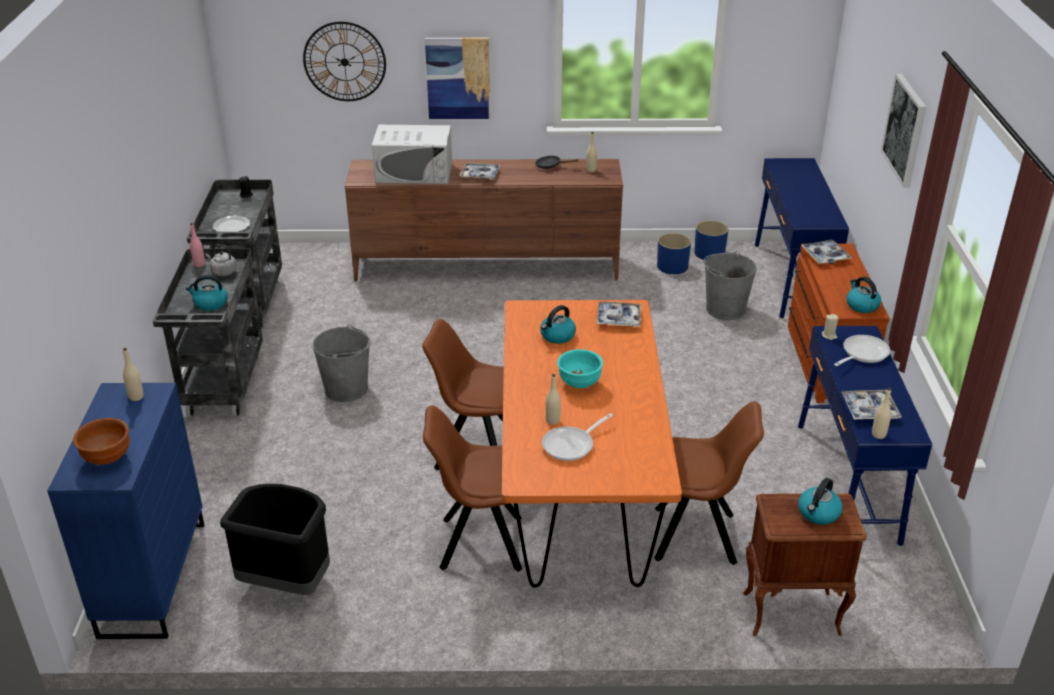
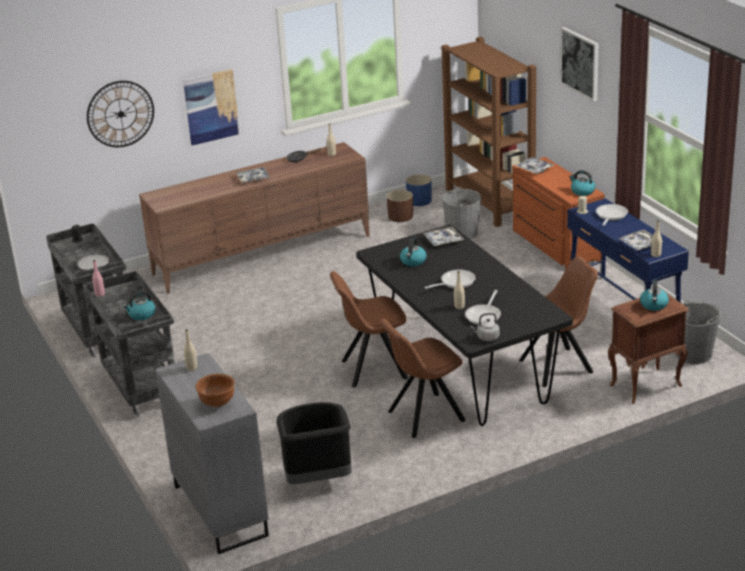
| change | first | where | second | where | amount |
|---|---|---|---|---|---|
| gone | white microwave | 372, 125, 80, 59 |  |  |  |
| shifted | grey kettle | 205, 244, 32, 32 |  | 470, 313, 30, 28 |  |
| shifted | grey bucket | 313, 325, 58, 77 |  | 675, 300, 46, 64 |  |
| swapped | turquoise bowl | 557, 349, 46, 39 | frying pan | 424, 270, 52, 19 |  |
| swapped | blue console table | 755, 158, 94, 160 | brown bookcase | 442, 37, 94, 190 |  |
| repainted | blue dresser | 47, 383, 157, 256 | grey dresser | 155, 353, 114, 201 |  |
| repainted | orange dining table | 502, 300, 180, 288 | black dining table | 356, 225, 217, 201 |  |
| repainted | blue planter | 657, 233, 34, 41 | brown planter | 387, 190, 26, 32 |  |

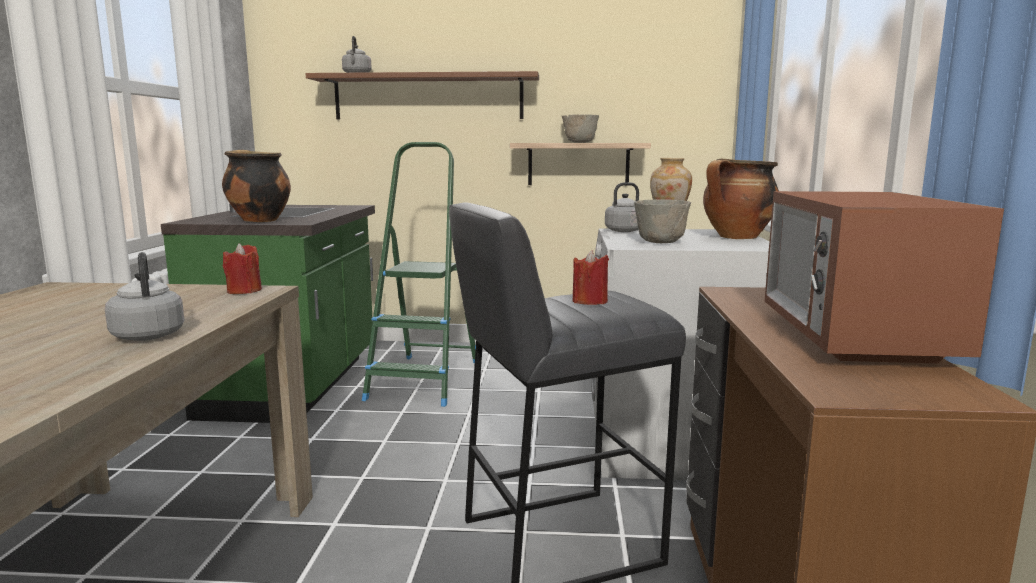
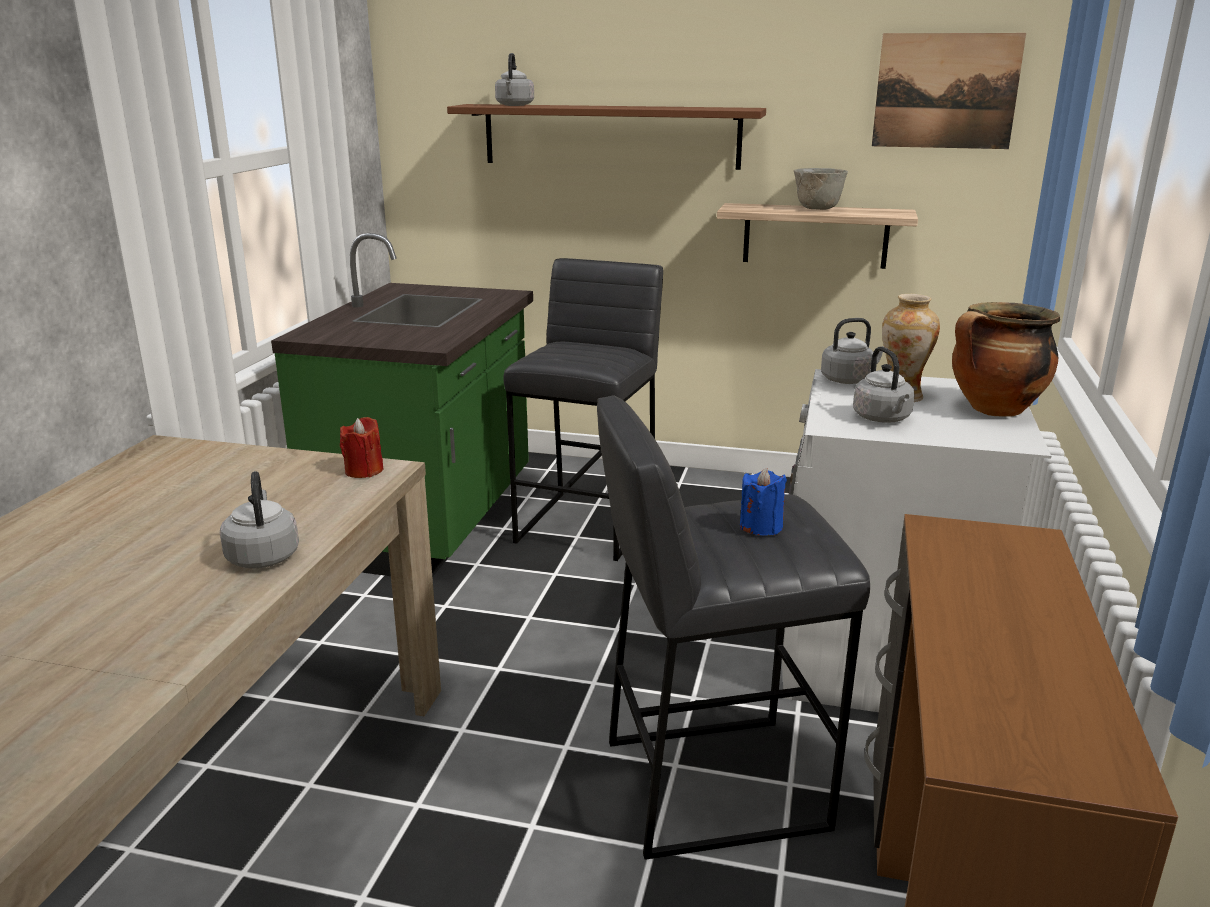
| change | first | where | second | where | amount |
|---|---|---|---|---|---|
| gone | cooking pot | 222, 150, 69, 72 |  |  |  |
| gone | microwave | 764, 191, 240, 172 |  |  |  |
| new |  |  | picture | 872, 33, 154, 116 |  |
| swapped | green step ladder | 362, 142, 114, 265 | grey stool | 503, 258, 160, 303 |  |
| swapped | grey bowl | 634, 200, 57, 43 | grey kettle | 853, 347, 62, 76 |  |
| repainted | red candle | 572, 250, 37, 55 | blue candle | 740, 468, 47, 67 |  |

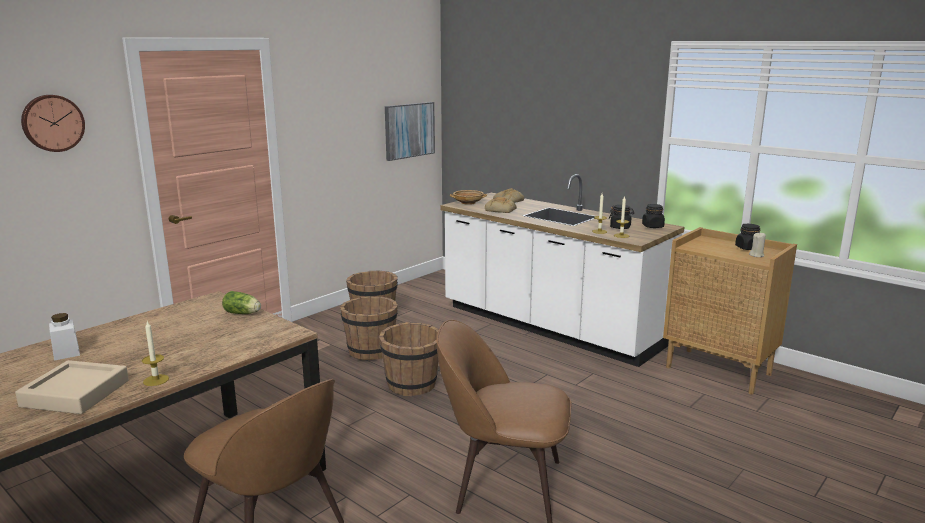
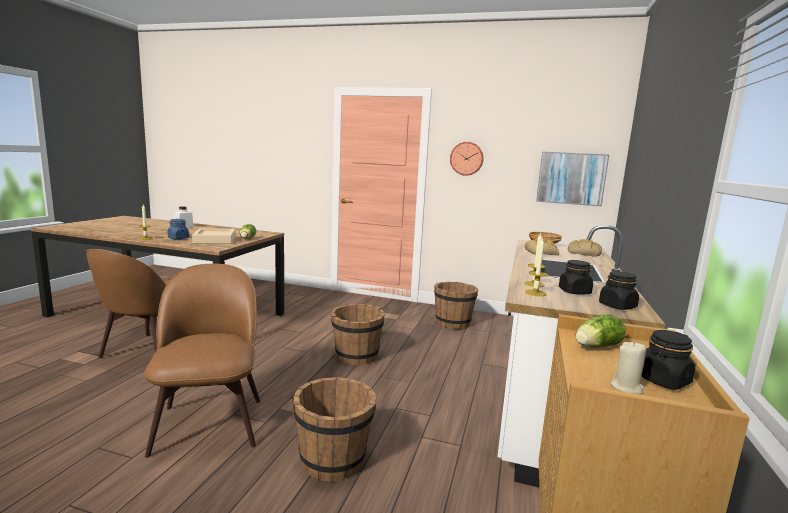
| change | first | where | second | where | amount |
|---|---|---|---|---|---|
| new |  |  | blue jar | 168, 219, 21, 21 |  |
| new |  |  | lettuce | 576, 314, 50, 34 |  |
| shifted | beige tray | 15, 360, 114, 54 |  | 192, 228, 43, 16 |  |
| shifted | wall clock | 21, 95, 64, 57 |  | 450, 142, 34, 34 |  |
| shifted | brown bucket | 340, 296, 58, 64 |  | 293, 377, 84, 105 |  |

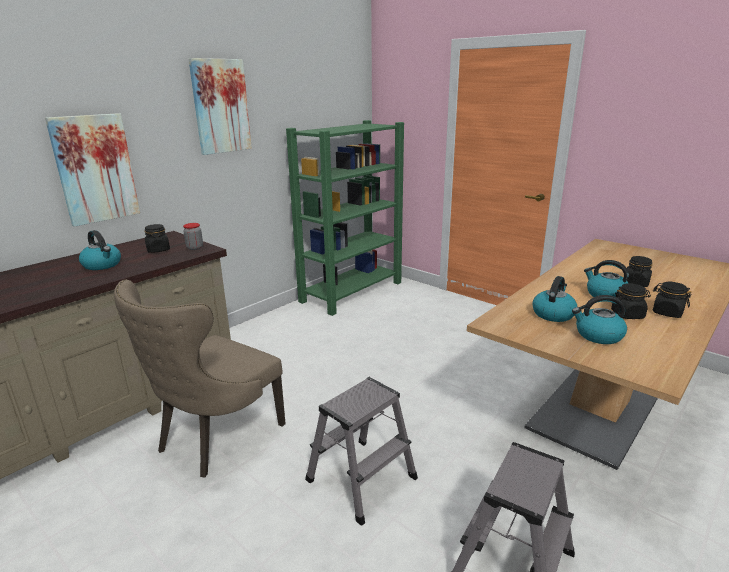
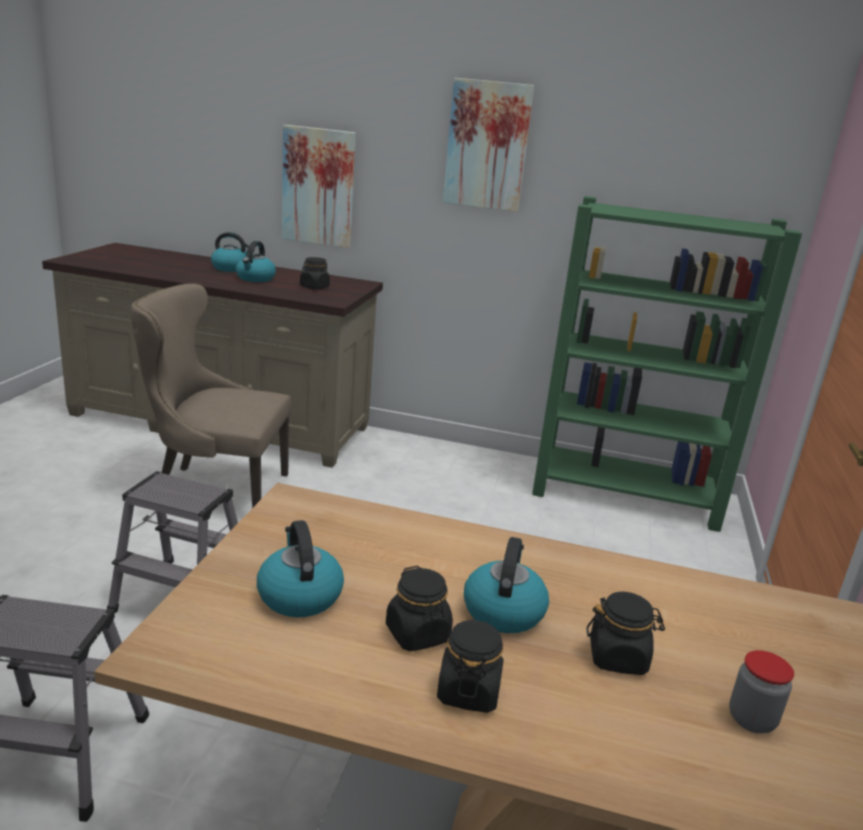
| change | first | where | second | where | amount |
|---|---|---|---|---|---|
| shifted | jar | 183, 223, 20, 27 |  | 729, 650, 65, 83 |  |
| shifted | kettle | 532, 276, 46, 46 |  | 211, 232, 43, 40 |  |

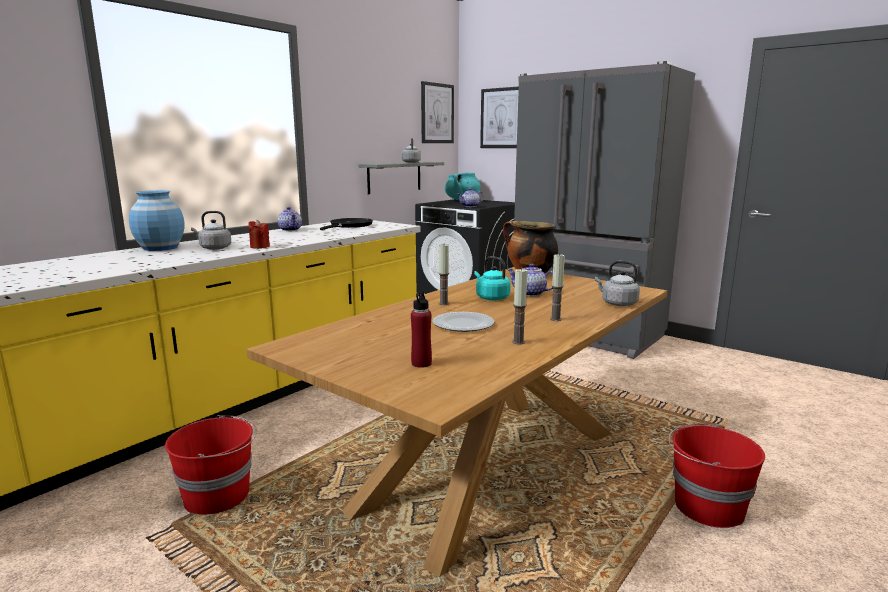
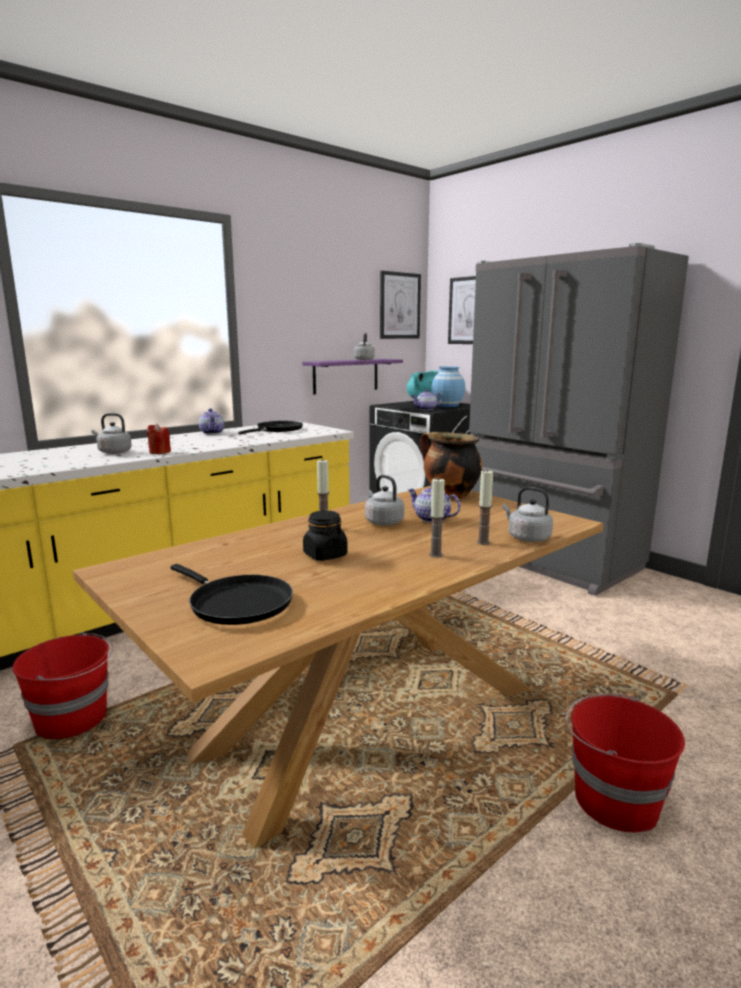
| change | first | where | second | where | amount |
|---|---|---|---|---|---|
| shifted | blue vase | 129, 190, 55, 61 |  | 431, 366, 34, 41 |  |
| shifted | candle | 512, 268, 16, 77 |  | 477, 469, 16, 76 |  |
| swapped | red bottle | 411, 290, 21, 78 | black frying pan | 170, 564, 123, 61 |  |
| swapped | plate | 432, 312, 62, 20 | black jar | 303, 511, 44, 50 |  |
| repainted | grey shelf | 359, 162, 85, 32 | purple shelf | 303, 359, 100, 35 |  |
| repainted | turquoise kettle | 474, 256, 37, 45 | grey kettle | 365, 475, 39, 51 |  |

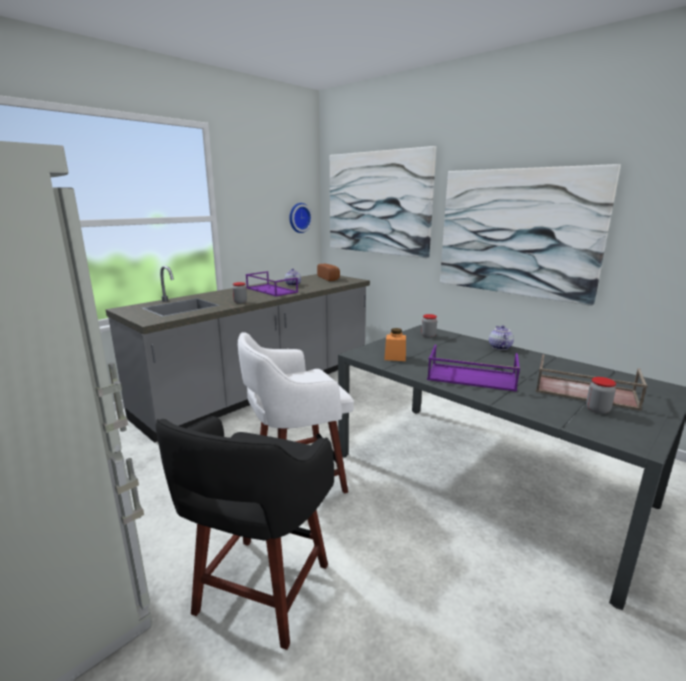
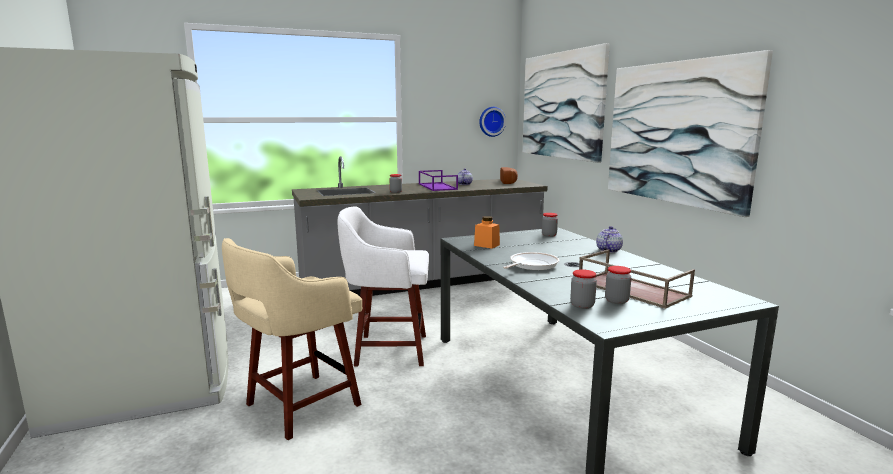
| change | first | where | second | where | amount |
|---|---|---|---|---|---|
| new |  |  | jar | 570, 269, 27, 40 |  |
| swapped | purple tray | 427, 345, 93, 47 | frying pan | 503, 252, 56, 18 |  |
| repainted | black stool | 155, 416, 179, 234 | beige stool | 222, 238, 140, 202 |  |

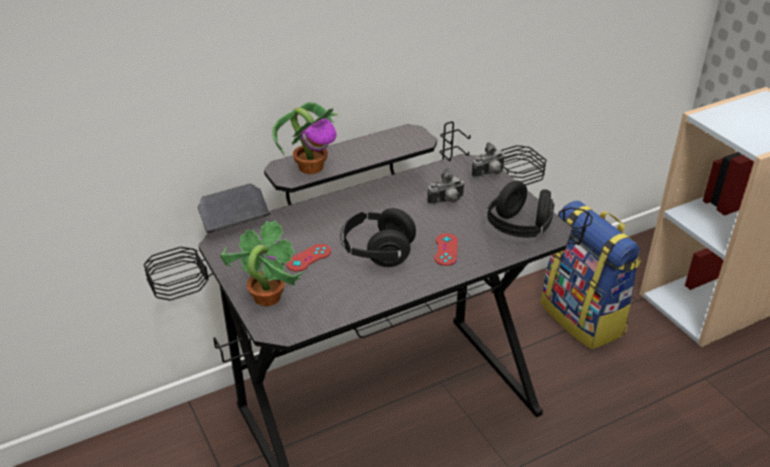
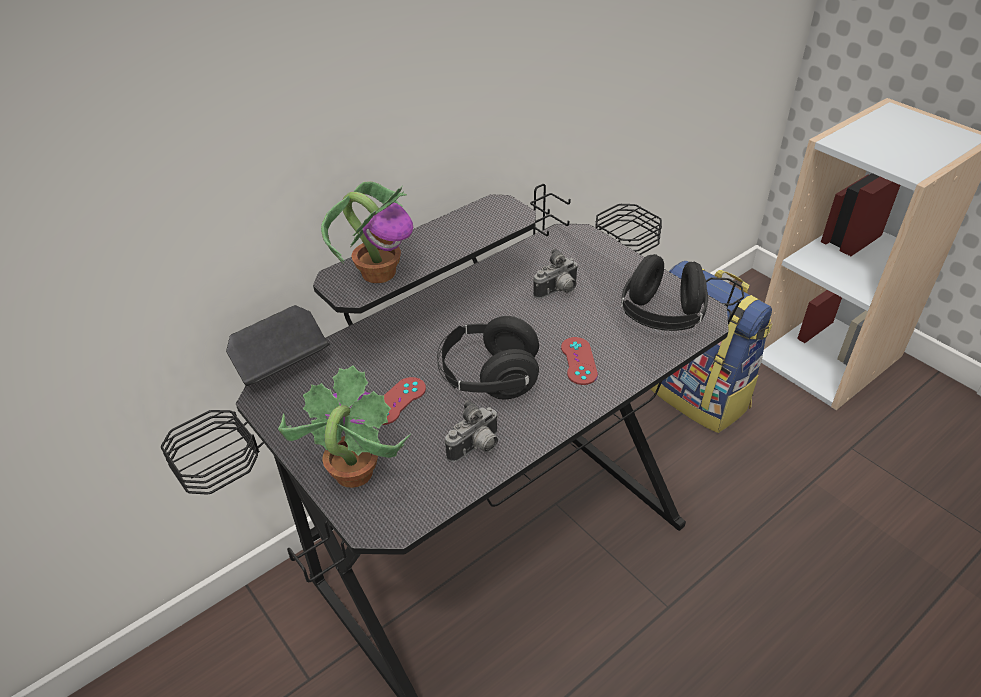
| change | first | where | second | where | amount |
|---|---|---|---|---|---|
| shifted | photo camera | 472, 142, 33, 36 |  | 445, 400, 53, 62 |  |

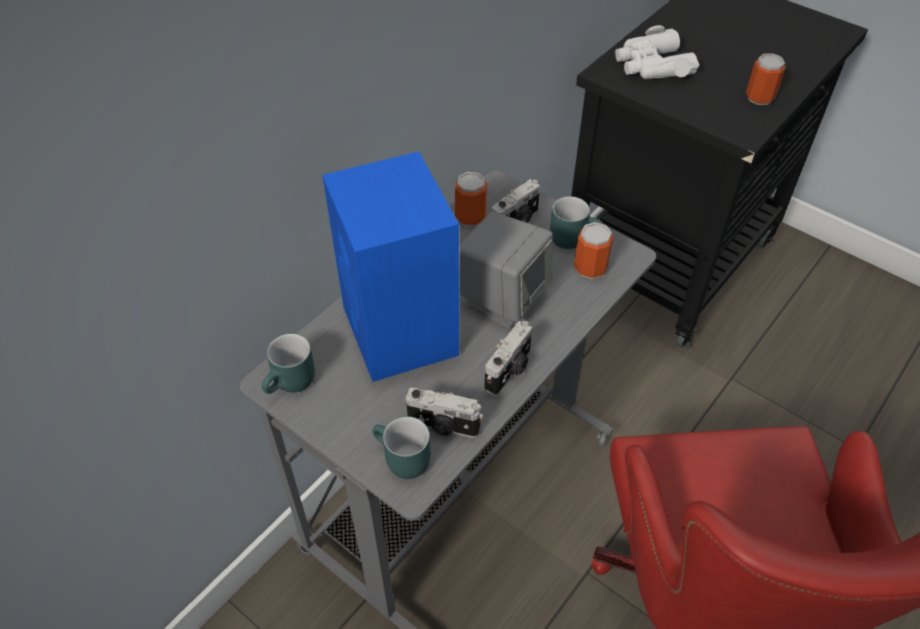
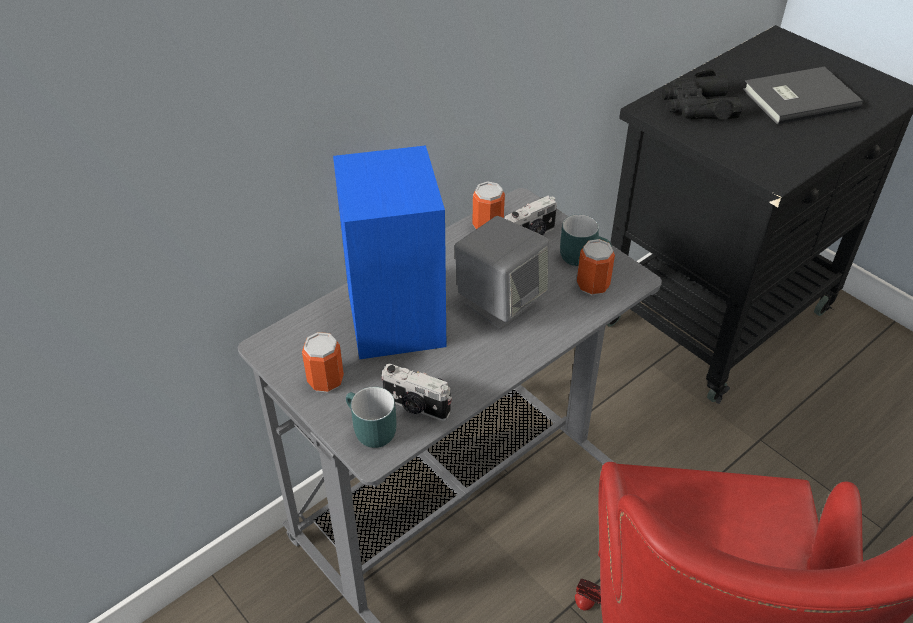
| change | first | where | second | where | amount |
|---|---|---|---|---|---|
| gone | turquoise mug | 262, 334, 53, 60 |  |  |  |
| gone | photo camera | 484, 321, 49, 75 |  |  |  |
| new |  |  | grey book | 743, 67, 120, 58 |  |
| shifted | can | 746, 53, 40, 52 |  | 302, 332, 42, 61 |  |
| repainted | white binoculars | 615, 25, 84, 54 | black binoculars | 662, 69, 81, 50 |  |

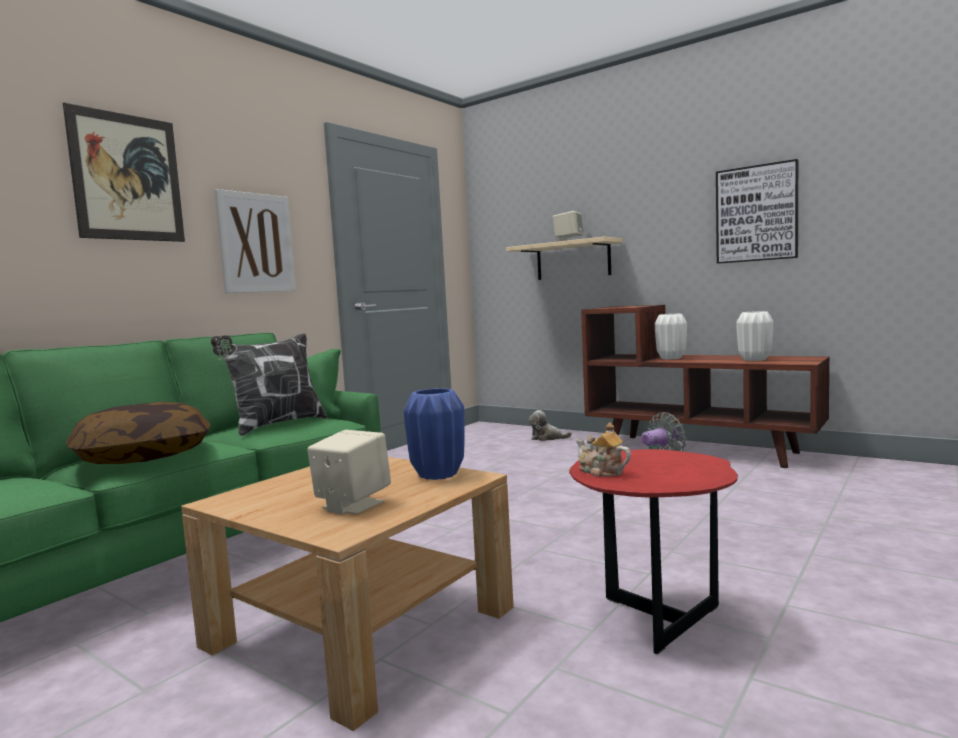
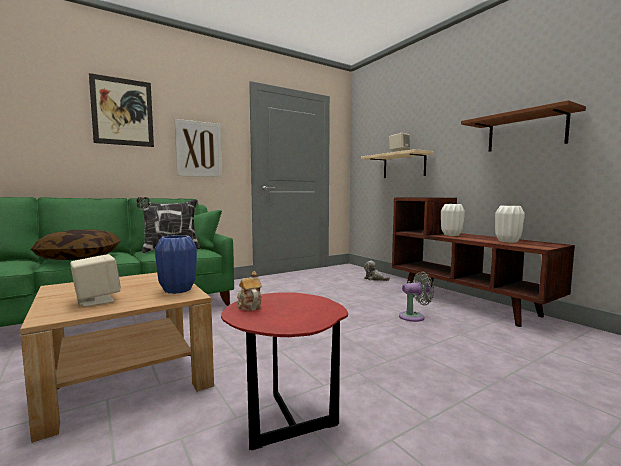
| change | first | where | second | where | amount |
|---|---|---|---|---|---|
| swapped | picture | 716, 159, 82, 105 | brown shelf | 461, 100, 125, 52 |  |

